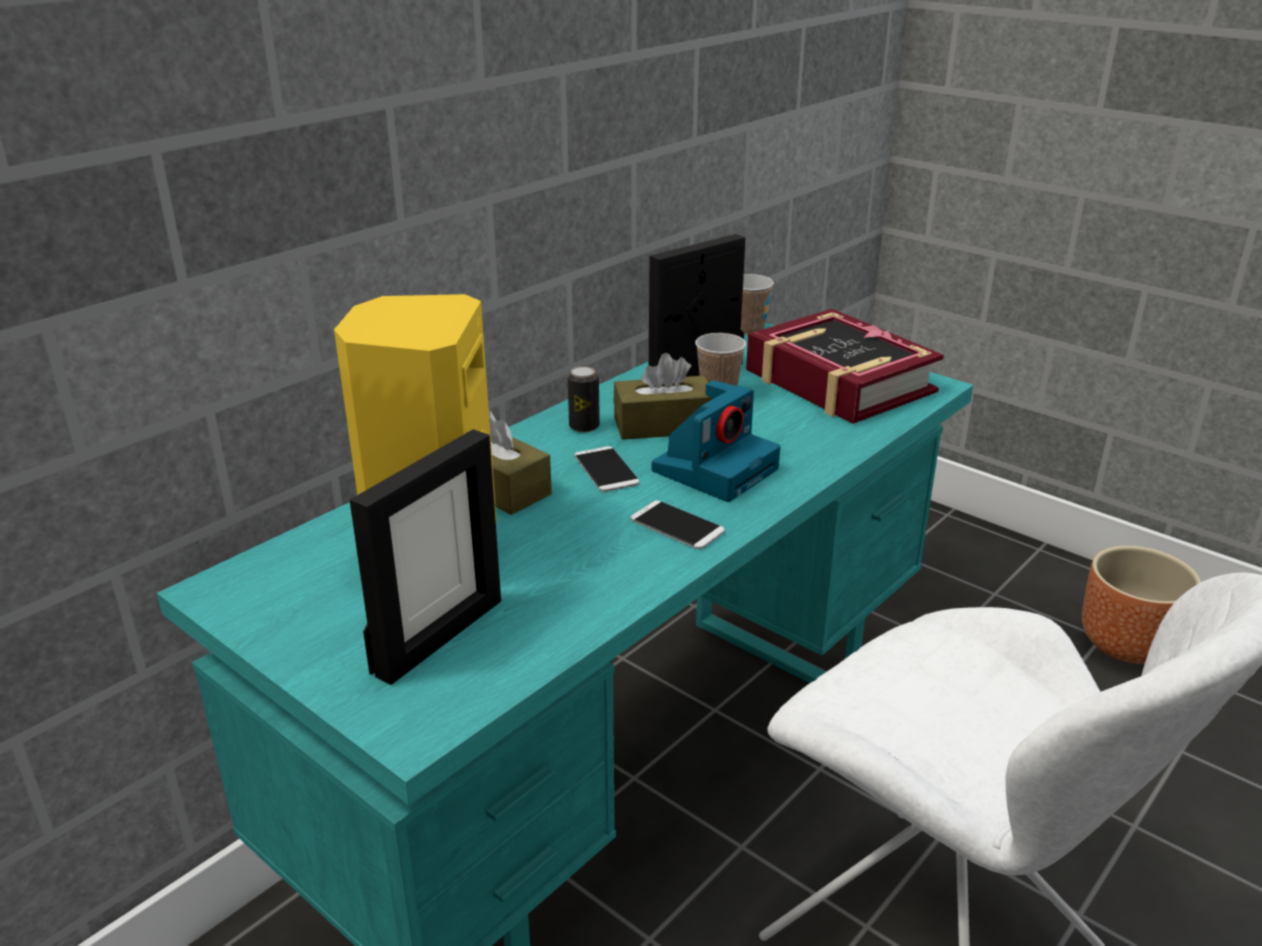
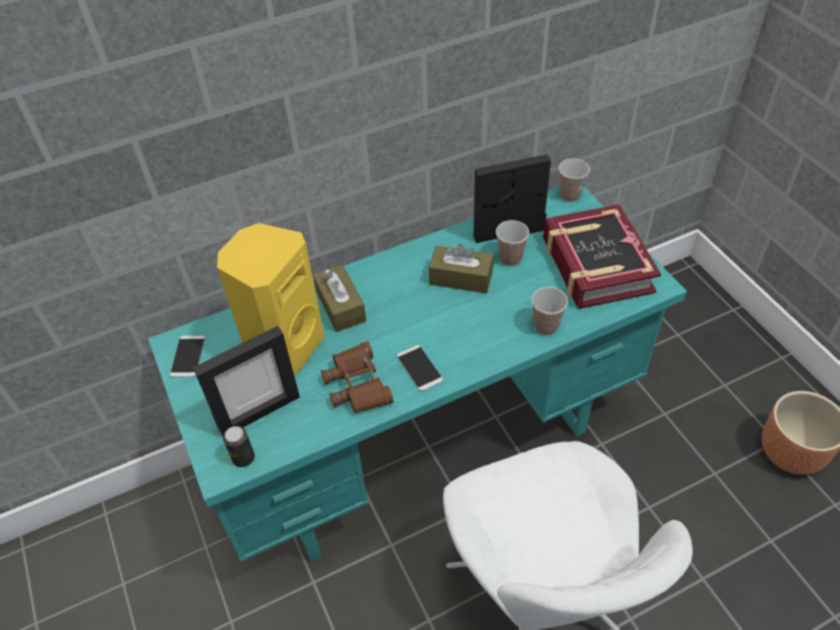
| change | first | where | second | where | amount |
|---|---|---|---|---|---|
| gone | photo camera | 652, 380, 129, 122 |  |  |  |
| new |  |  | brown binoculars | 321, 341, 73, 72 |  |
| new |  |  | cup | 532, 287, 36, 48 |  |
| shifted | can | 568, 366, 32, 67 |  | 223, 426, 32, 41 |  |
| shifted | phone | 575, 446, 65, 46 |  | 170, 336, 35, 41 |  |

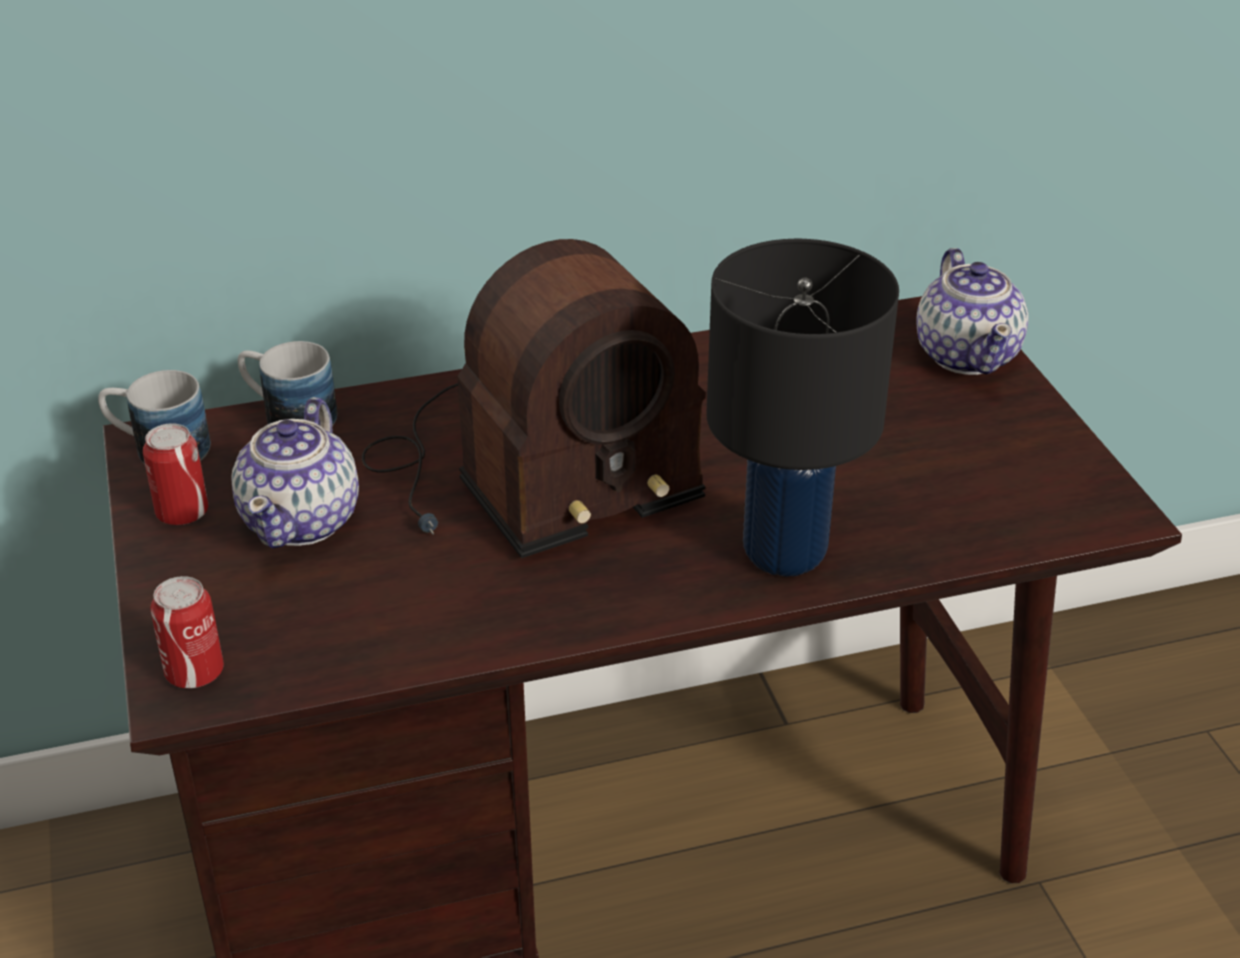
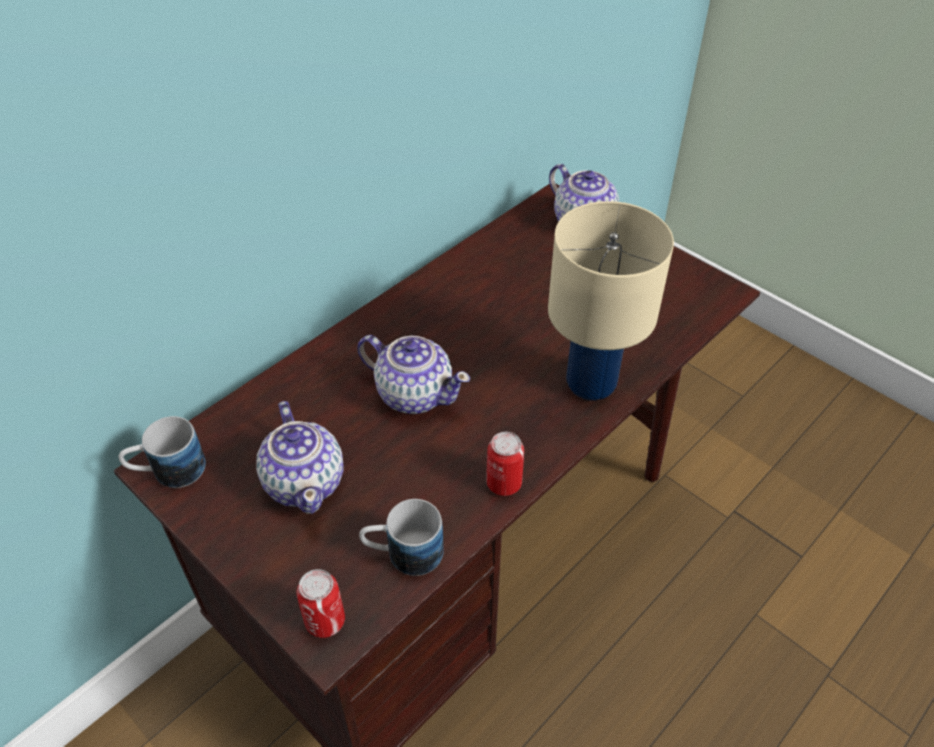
| change | first | where | second | where | amount |
|---|---|---|---|---|---|
| shifted | can | 143, 423, 65, 102 |  | 486, 432, 38, 64 |  |
| shifted | mug | 238, 341, 99, 85 |  | 359, 499, 85, 77 |  |
| swapped | radio | 362, 239, 344, 319 | teapot | 357, 335, 113, 79 |  |
| repainted | black table lamp | 706, 239, 193, 338 | beige table lamp | 548, 201, 126, 200 |  |

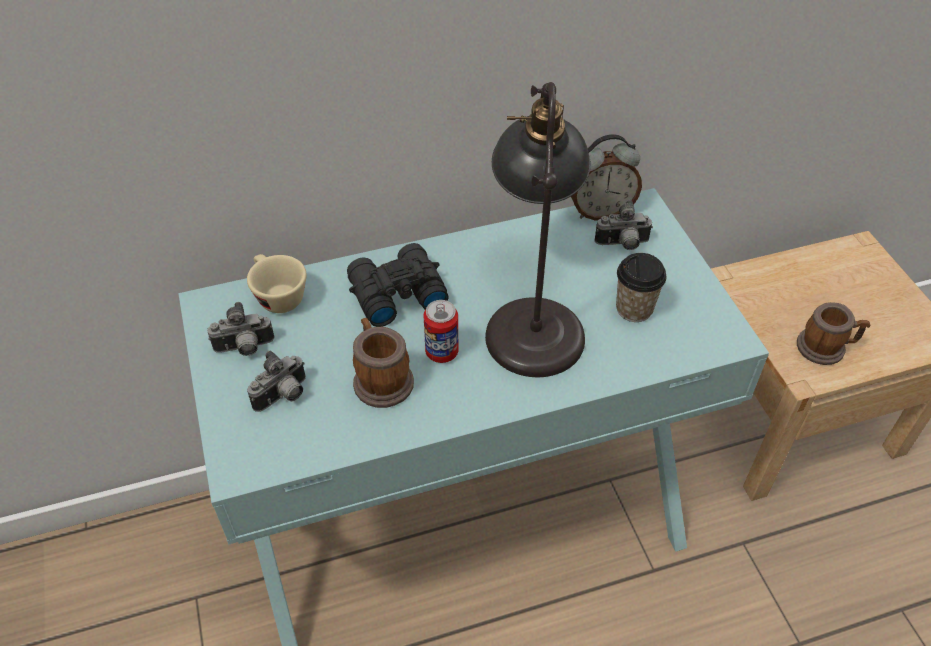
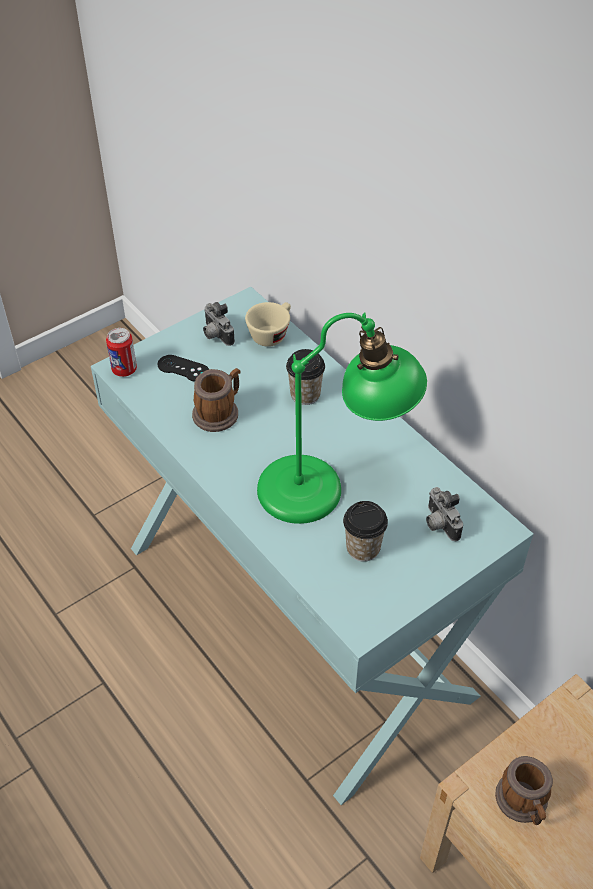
| change | first | where | second | where | amount |
|---|---|---|---|---|---|
| gone | alarm clock | 571, 134, 71, 86 |  |  |  |
| shifted | can | 424, 300, 34, 63 |  | 106, 328, 31, 49 |  |
| swapped | photo camera | 247, 351, 59, 61 | black game controller | 158, 355, 51, 27 |  |
| swapped | black binoculars | 347, 243, 102, 84 | cup | 286, 349, 39, 56 |  |
| repainted | grey table lamp | 485, 82, 106, 295 | green table lamp | 257, 312, 170, 212 |  |

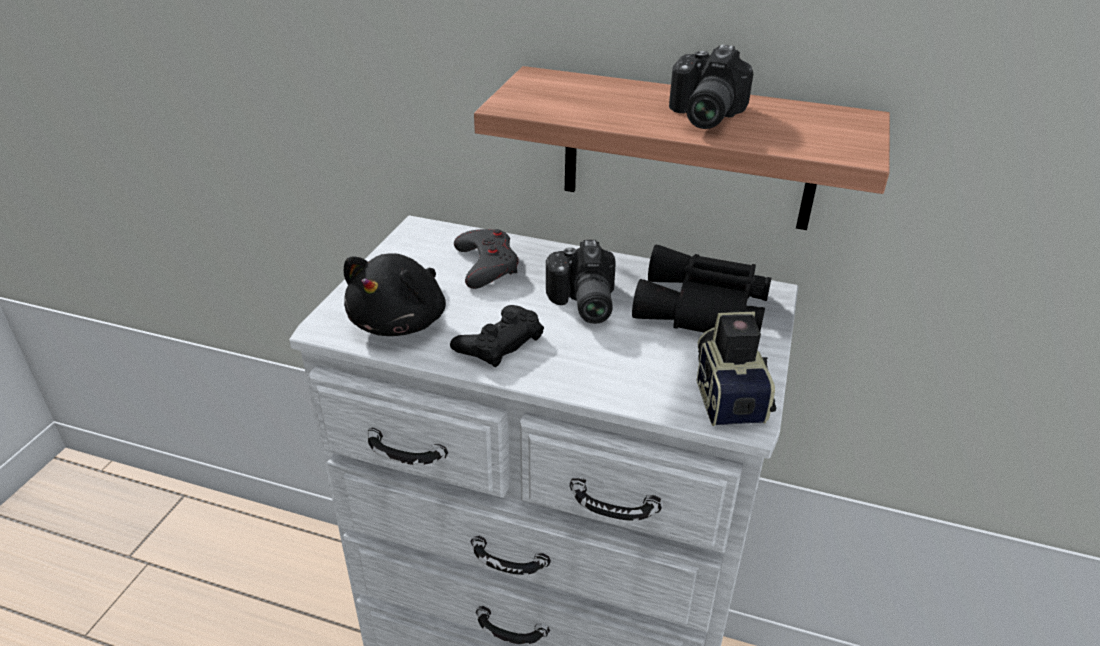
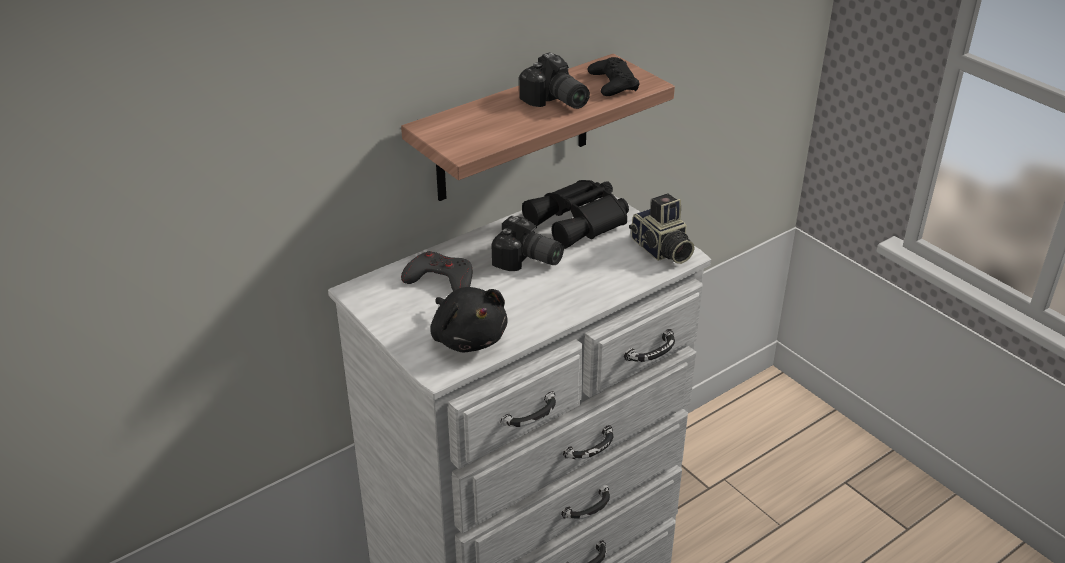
| change | first | where | second | where | amount |
|---|---|---|---|---|---|
| shifted | black game controller | 450, 305, 94, 62 |  | 587, 57, 52, 39 |  |
| rotated | photo camera | 696, 310, 80, 116 |  | 629, 193, 66, 71 | 150 degrees counterclockwise |

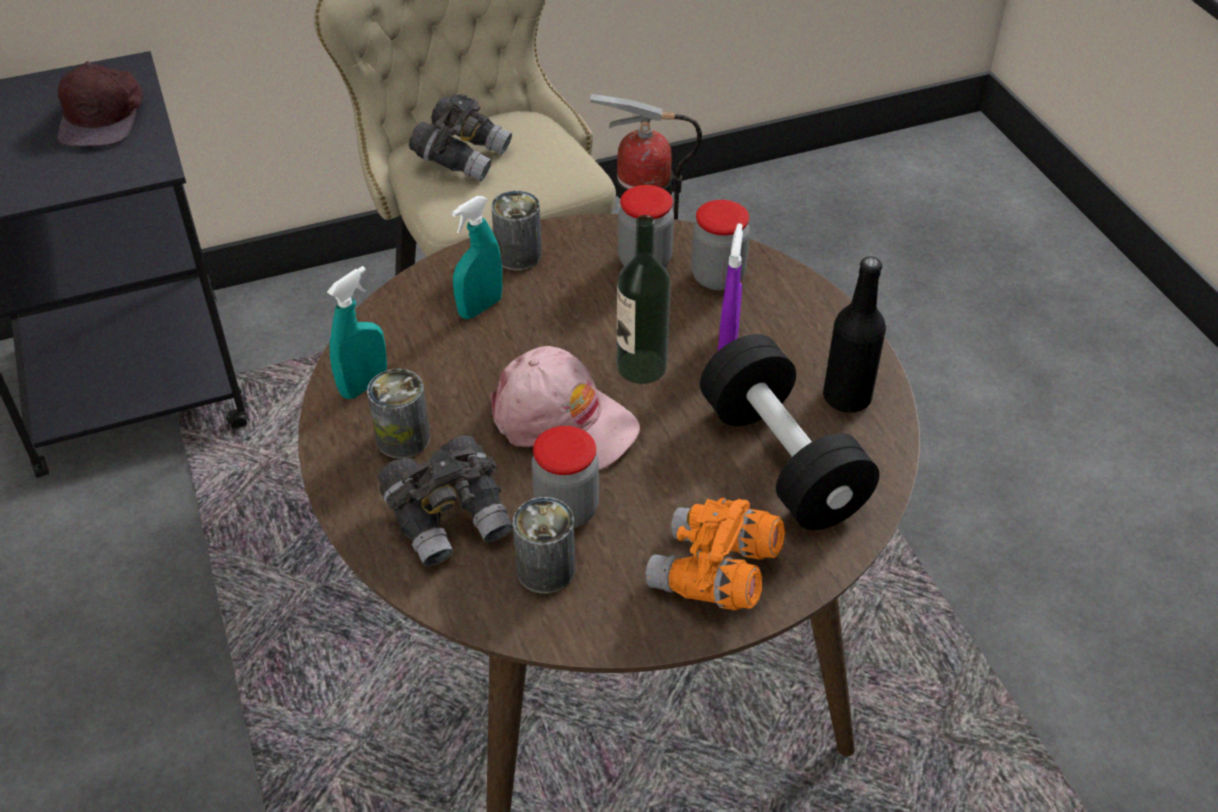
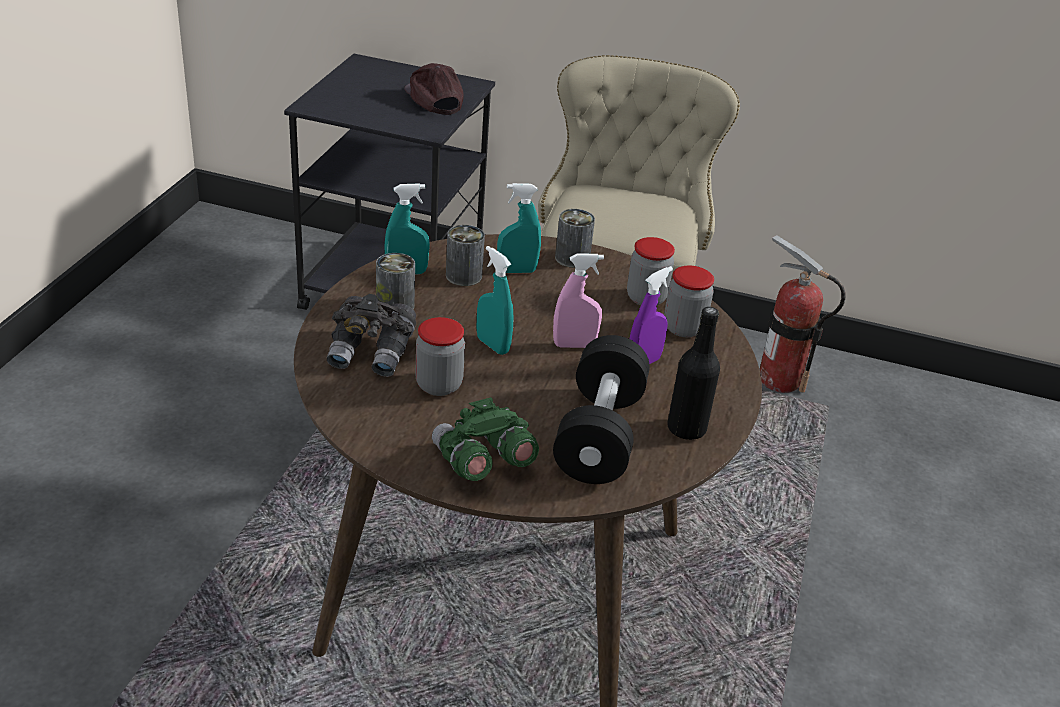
| change | first | where | second | where | amount |
|---|---|---|---|---|---|
| gone | grey binoculars | 409, 94, 103, 87 |  |  |  |
| shifted | can | 513, 497, 62, 97 |  | 446, 225, 39, 61 |  |
| swapped | pink cap | 490, 346, 150, 124 | turquoise spray bottle | 477, 246, 37, 109 |  |
| swapped | bottle | 617, 215, 54, 169 | pink spray bottle | 553, 254, 51, 94 |  |
| repainted | orange binoculars | 646, 498, 139, 113 | green binoculars | 432, 397, 107, 84 |  |
| rotated | brown cap | 57, 61, 86, 85 |  | 404, 63, 60, 52 | 120 degrees clockwise |

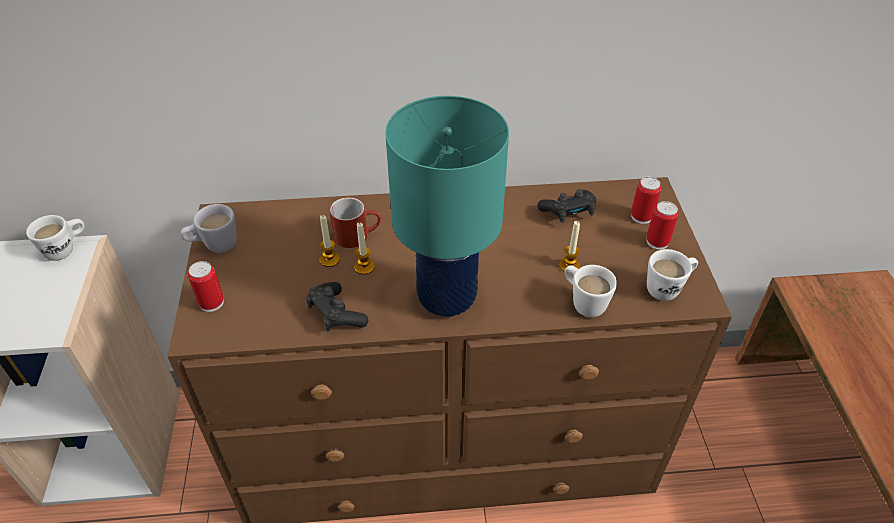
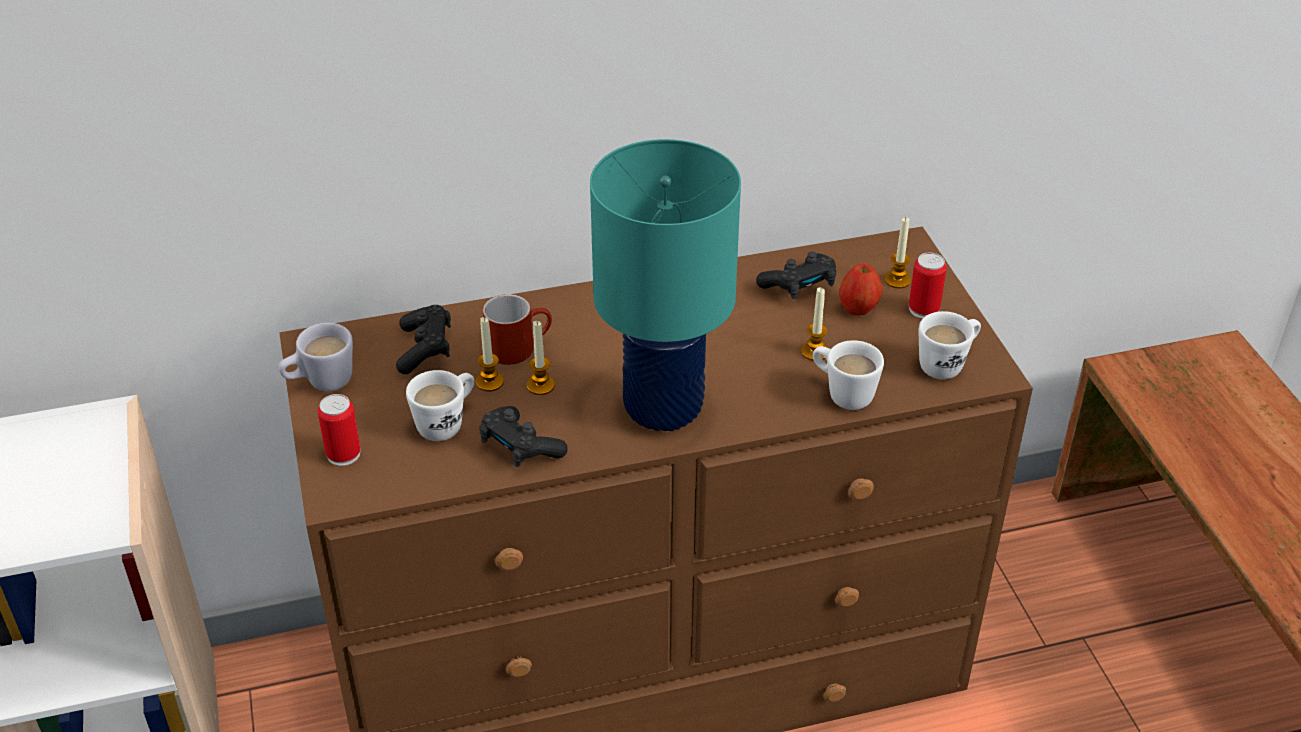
| change | first | where | second | where | amount |
|---|---|---|---|---|---|
| new |  |  | black game controller | 396, 305, 55, 69 |  |
| new |  |  | apple | 839, 264, 43, 52 |  |
| shifted | white mug | 26, 215, 59, 46 |  | 406, 370, 68, 71 |  |
| swapped | can | 631, 177, 30, 47 | candle | 885, 218, 26, 70 |  |

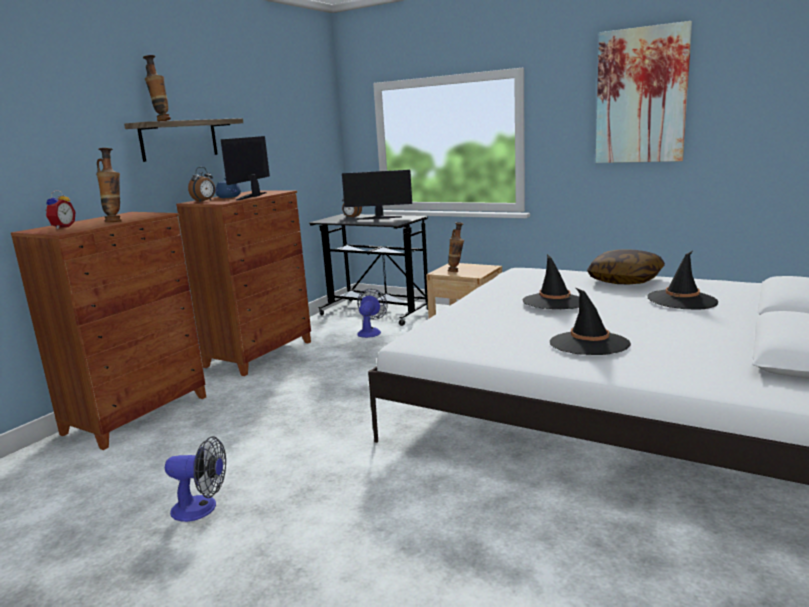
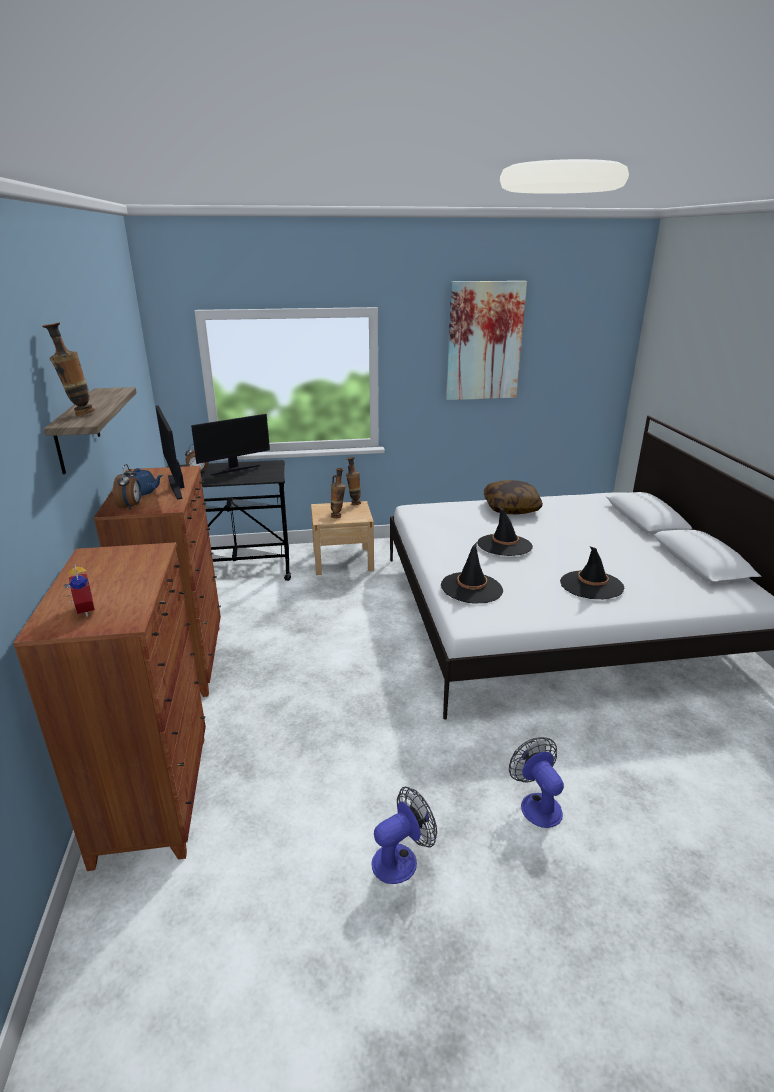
| change | first | where | second | where | amount |
|---|---|---|---|---|---|
| shifted | vase | 96, 148, 25, 74 |  | 346, 457, 15, 48 |  |
| shifted | fan | 357, 289, 31, 49 |  | 509, 737, 55, 91 |  |
| shifted | black hat | 648, 251, 70, 59 |  | 441, 542, 62, 62 |  |

